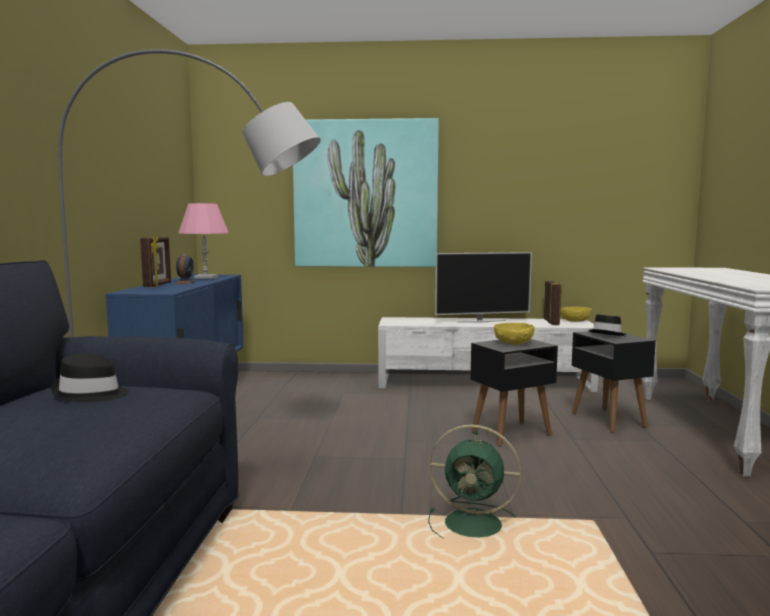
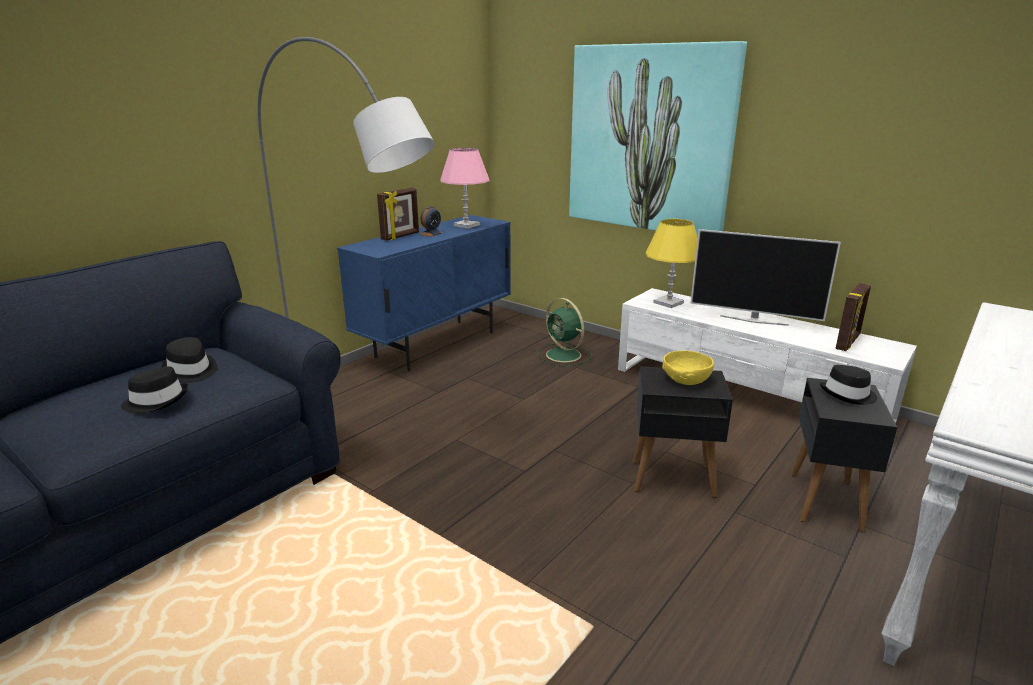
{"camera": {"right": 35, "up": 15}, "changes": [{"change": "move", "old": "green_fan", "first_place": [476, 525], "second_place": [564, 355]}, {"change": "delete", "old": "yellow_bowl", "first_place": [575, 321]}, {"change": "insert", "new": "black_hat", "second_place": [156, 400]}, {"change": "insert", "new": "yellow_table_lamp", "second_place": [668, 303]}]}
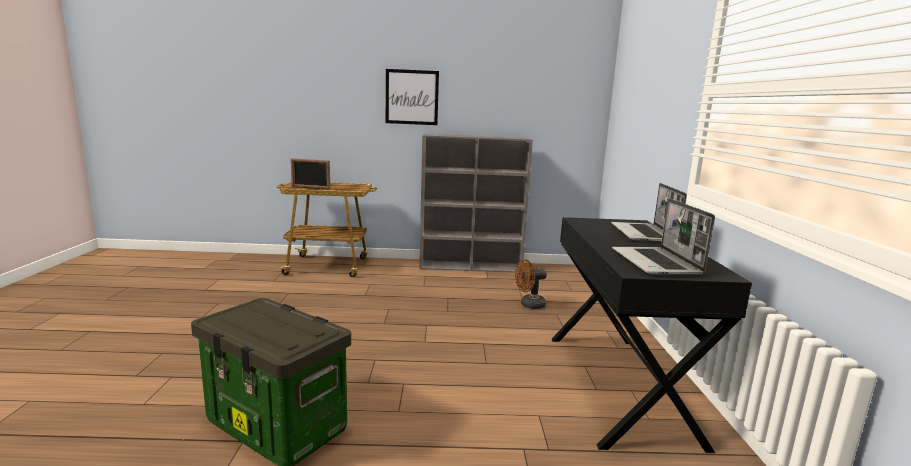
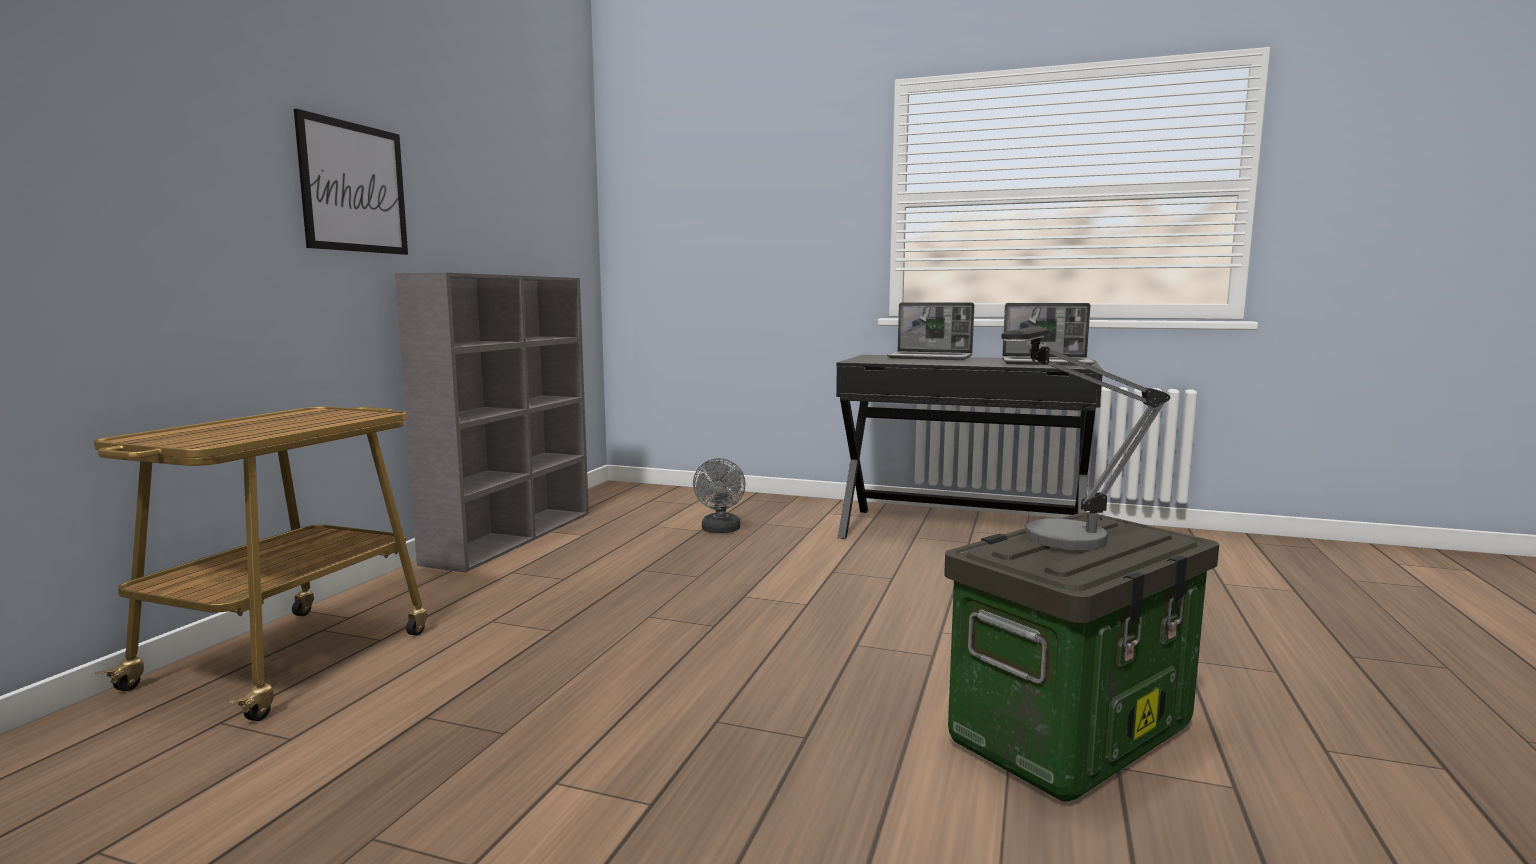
{"camera": {"right": -70, "up": -5}, "changes": [{"change": "delete", "old": "picture_frame", "first_place": [310, 188]}, {"change": "recolor", "old": "brown_fan", "new": "grey_fan", "first_place": [529, 305], "second_place": [720, 530]}, {"change": "insert", "new": "table_lamp", "second_place": [1056, 543]}]}
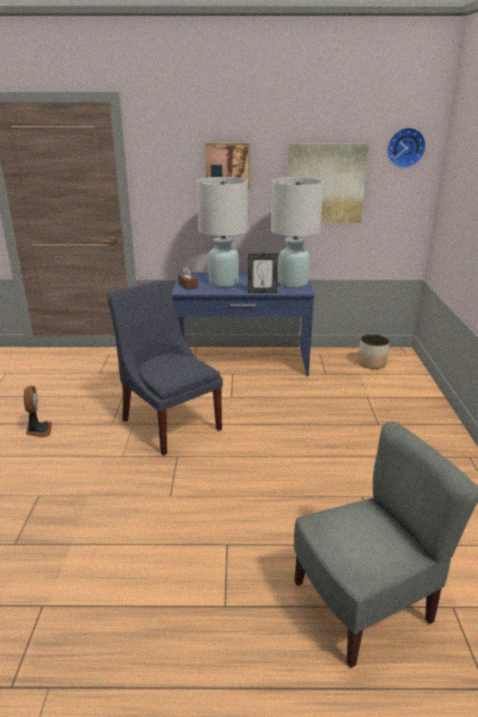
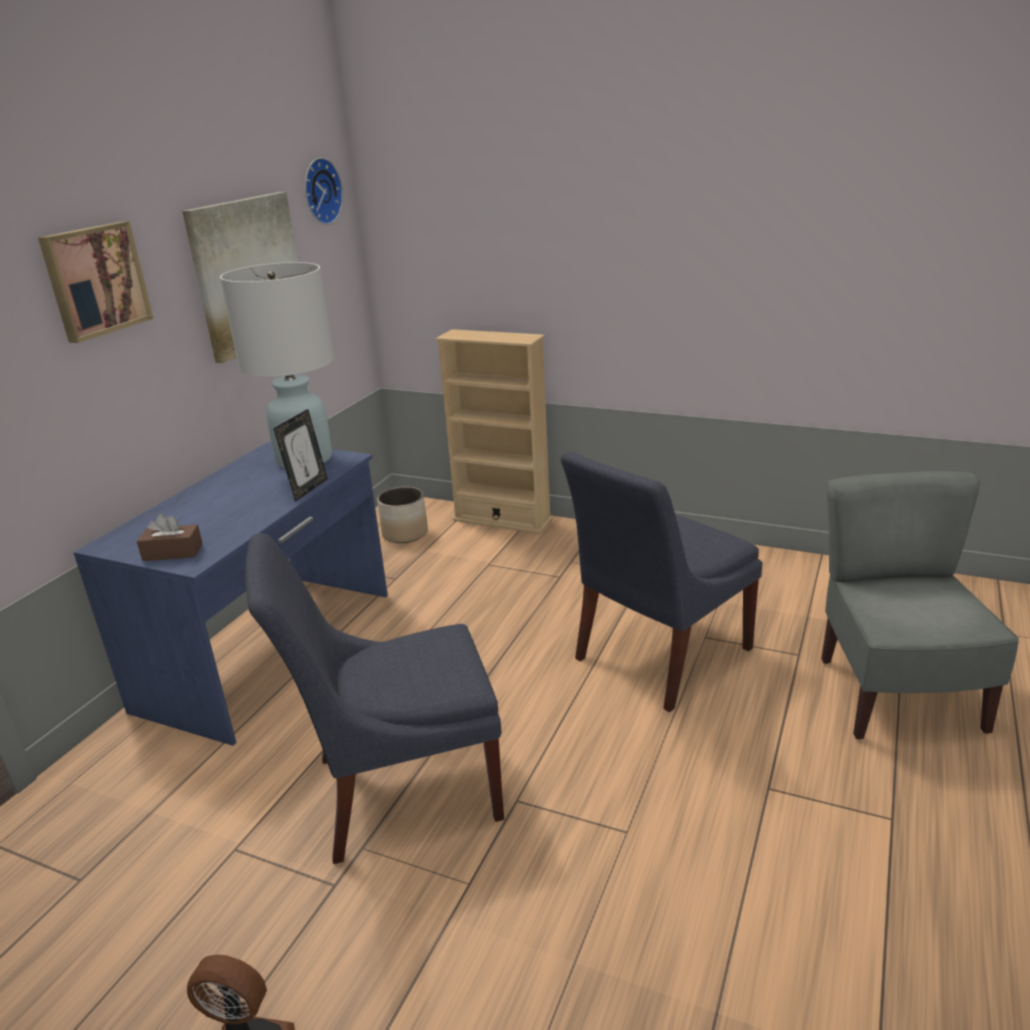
{"camera": {"right": -65, "up": 0}, "changes": [{"change": "delete", "old": "white_table_lamp", "first_place": [223, 282]}, {"change": "insert", "new": "beige_bookcase", "second_place": [502, 520]}, {"change": "insert", "new": "blue_chair", "second_place": [657, 657]}]}
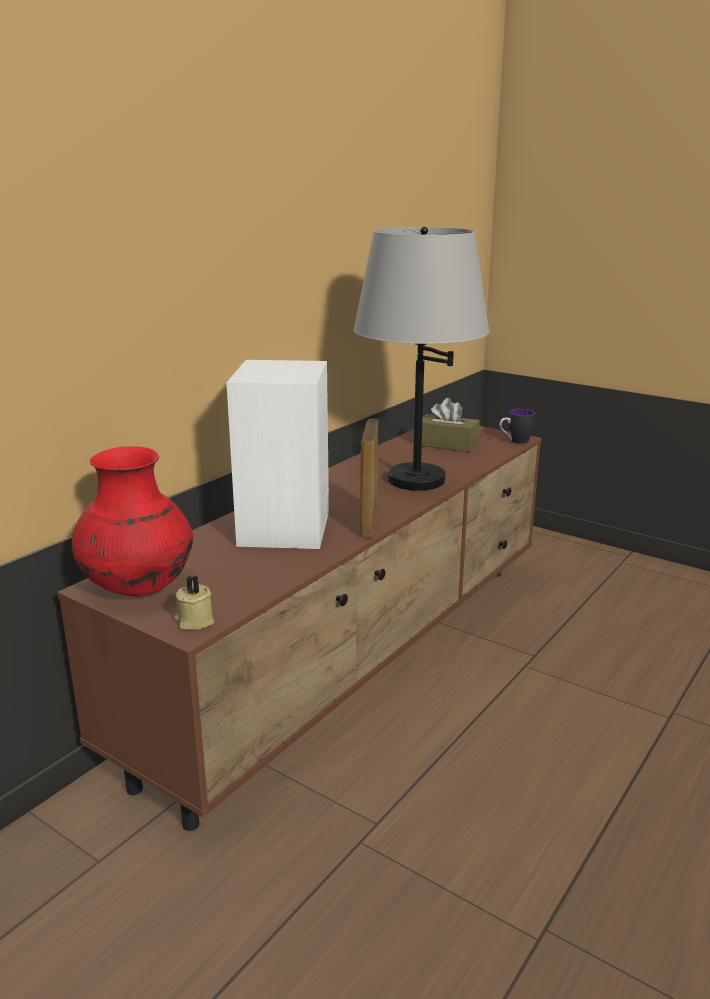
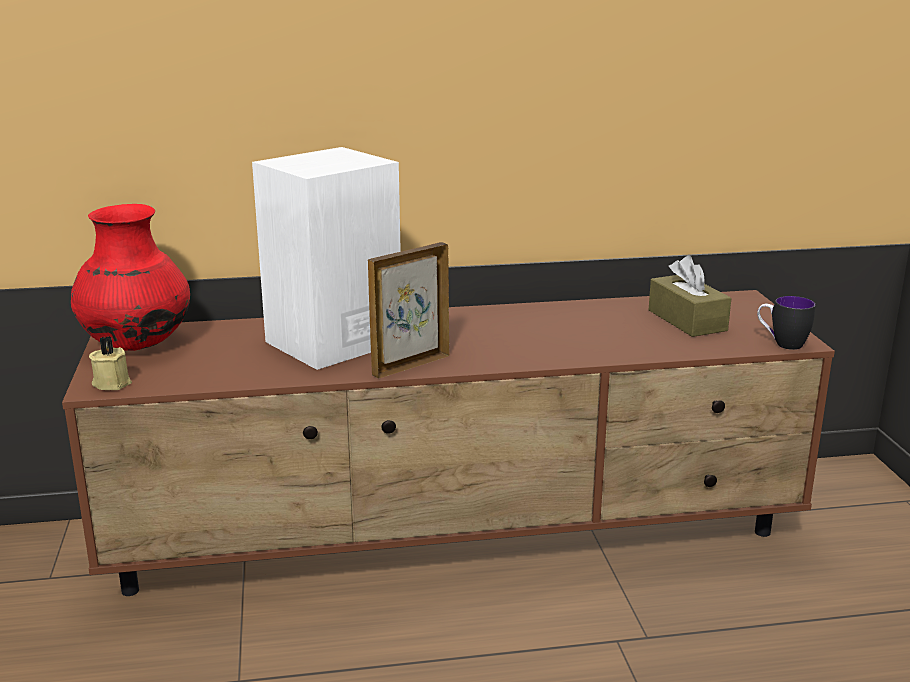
{"camera": {"right": 45, "up": 0}, "changes": [{"change": "delete", "old": "grey_table_lamp", "first_place": [415, 480]}]}
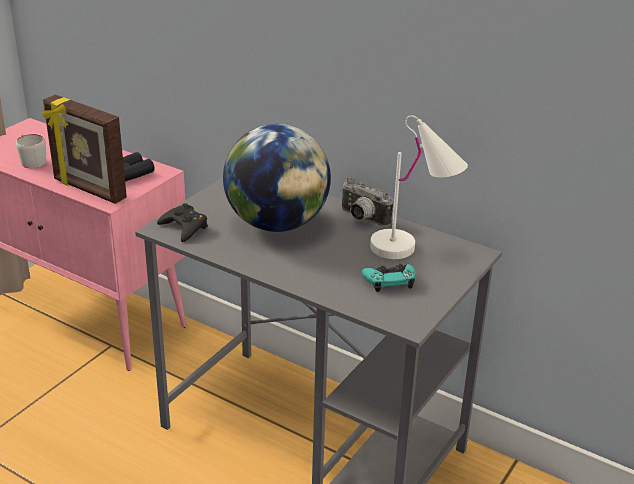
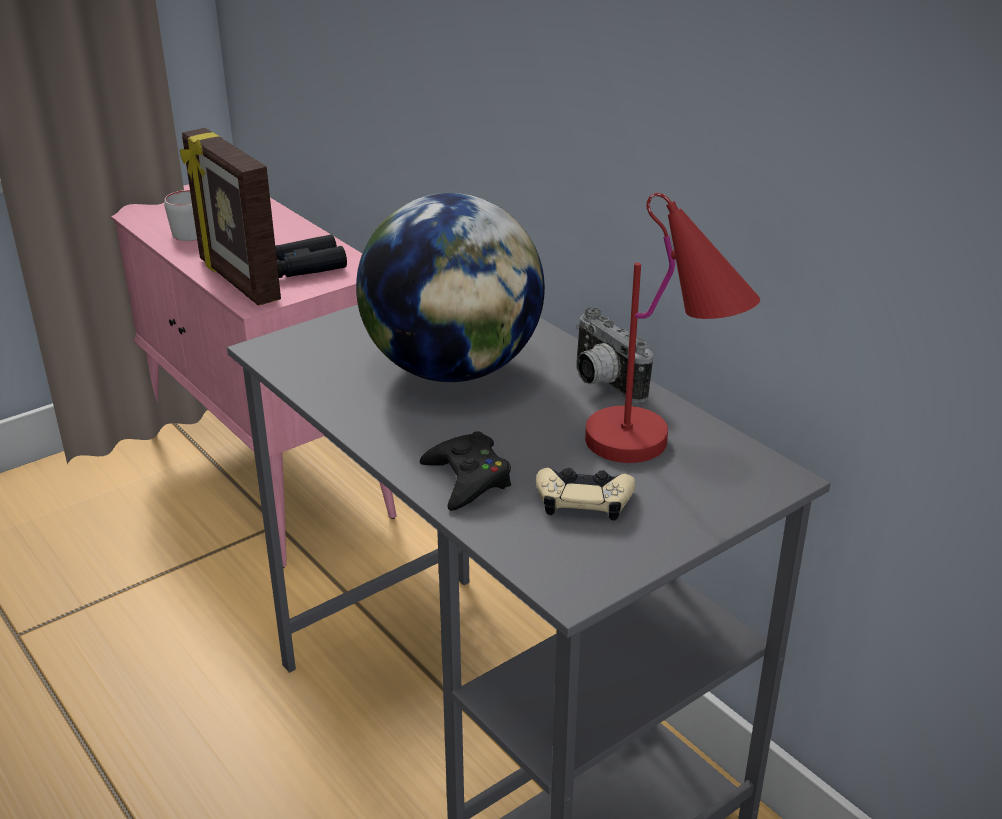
{"camera": {"right": 20, "up": 0}, "changes": [{"change": "move", "old": "black_game_controller", "first_place": [184, 227], "second_place": [467, 479]}, {"change": "recolor", "old": "turquoise_game_controller", "new": "beige_game_controller", "first_place": [389, 281], "second_place": [583, 499]}, {"change": "recolor", "old": "white_table_lamp", "new": "red_table_lamp", "first_place": [413, 250], "second_place": [660, 452]}]}
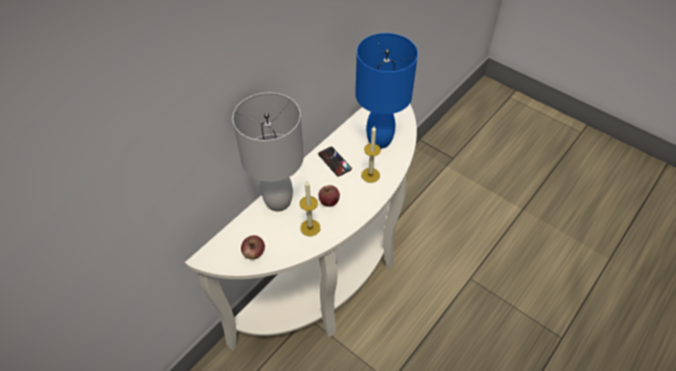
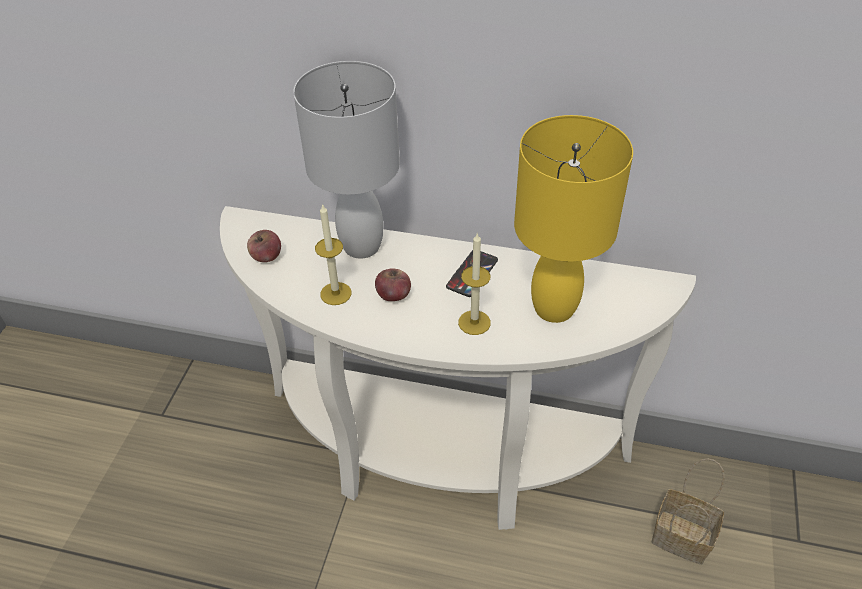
{"camera": {"right": 65, "up": -5}, "changes": [{"change": "recolor", "old": "blue_table_lamp", "new": "yellow_table_lamp", "first_place": [380, 139], "second_place": [556, 308]}, {"change": "insert", "new": "basket", "second_place": [684, 537]}]}
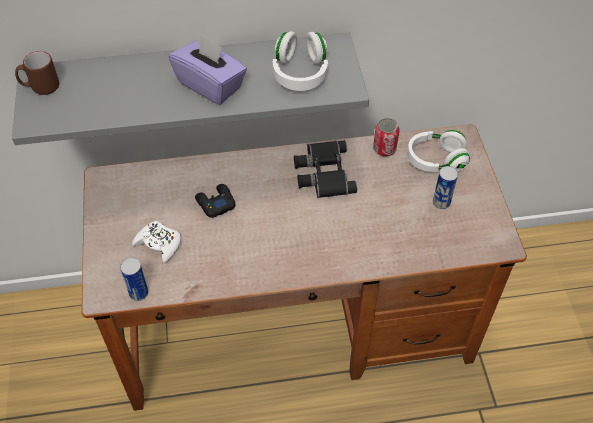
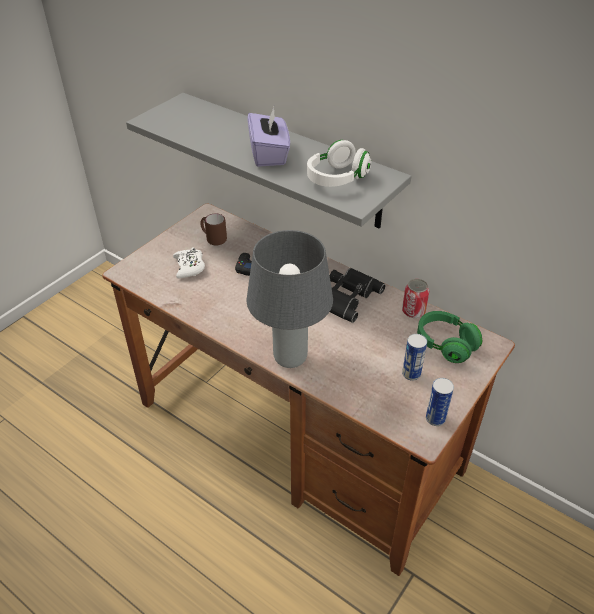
{"camera": {"right": 45, "up": -10}, "changes": [{"change": "move", "old": "brown_mug", "first_place": [40, 87], "second_place": [213, 239]}, {"change": "move", "old": "can", "first_place": [139, 293], "second_place": [435, 418]}, {"change": "recolor", "old": "white_headphones", "new": "green_headphones", "first_place": [435, 160], "second_place": [445, 344]}, {"change": "insert", "new": "grey_table_lamp", "second_place": [291, 359]}]}
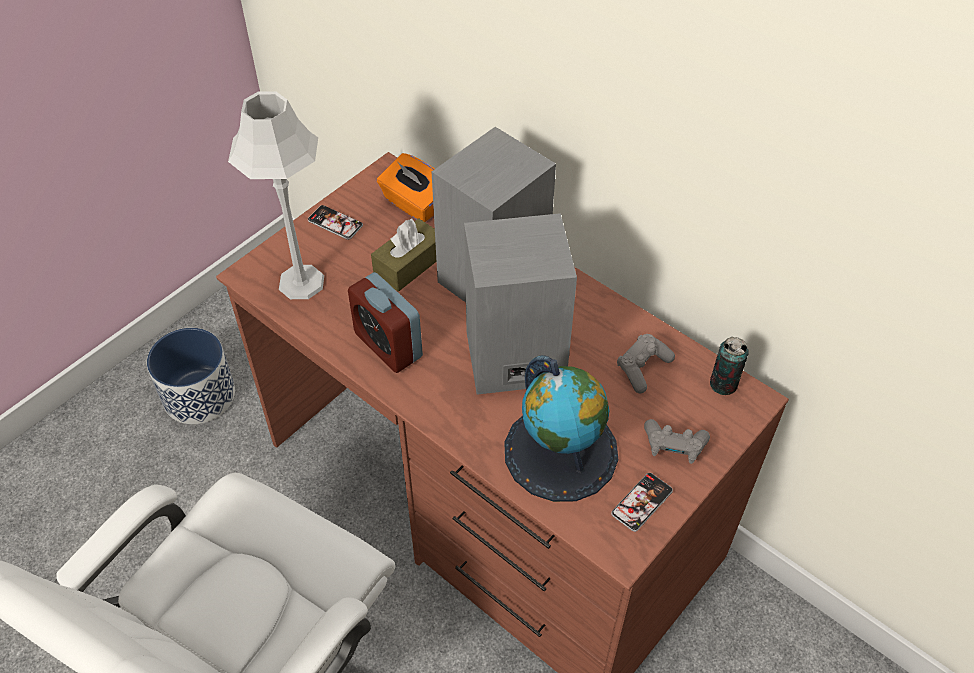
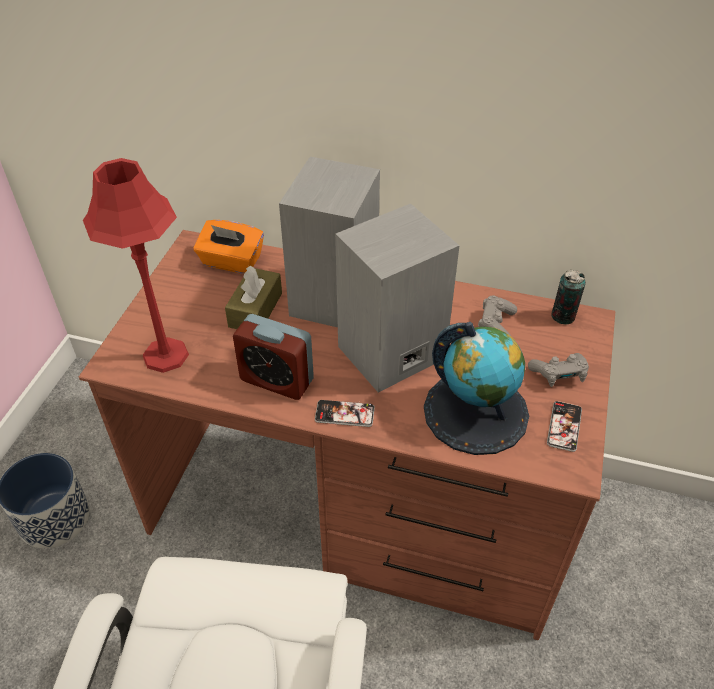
{"camera": {"right": -25, "up": -5}, "changes": [{"change": "recolor", "old": "grey_table_lamp", "new": "red_table_lamp", "first_place": [301, 282], "second_place": [165, 355]}, {"change": "move", "old": "phone", "first_place": [335, 223], "second_place": [344, 414]}]}
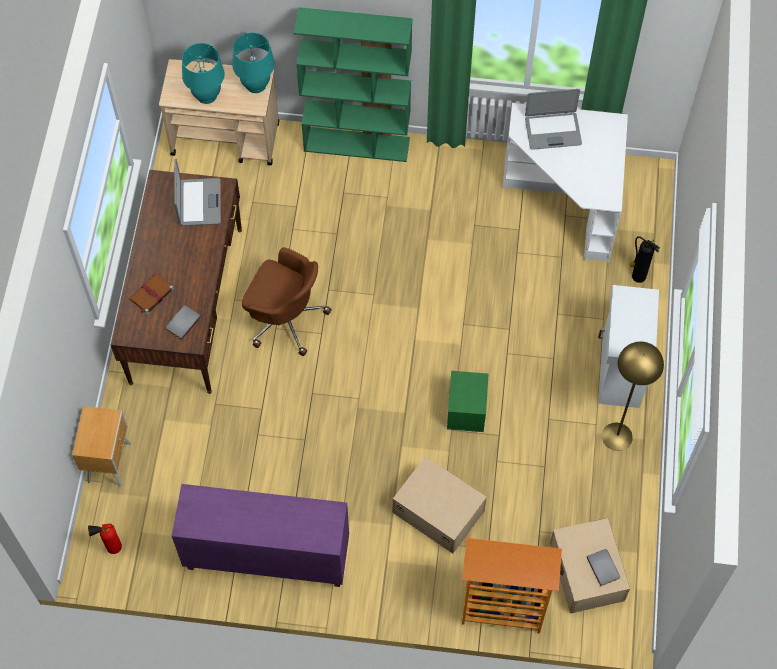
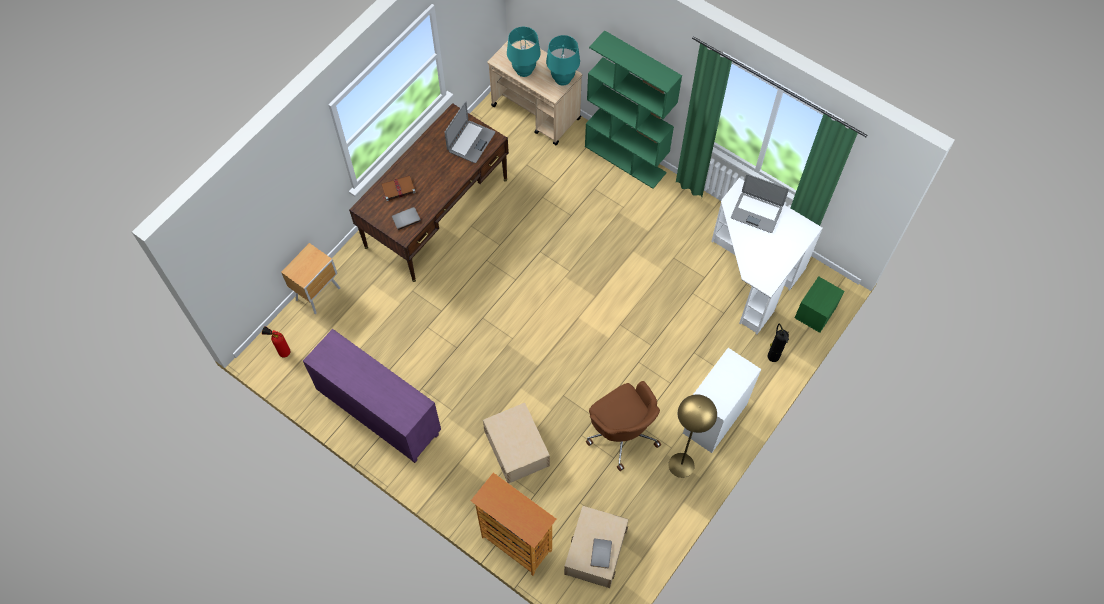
{"camera": {"right": 30, "up": 0}, "changes": [{"change": "move", "old": "brown_office_chair", "first_place": [285, 318], "second_place": [622, 432]}, {"change": "move", "old": "green_storage_box", "first_place": [467, 411], "second_place": [815, 313]}]}
